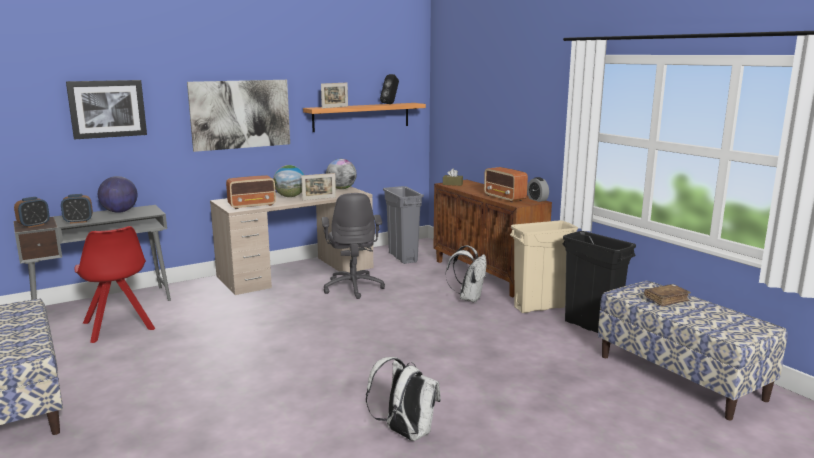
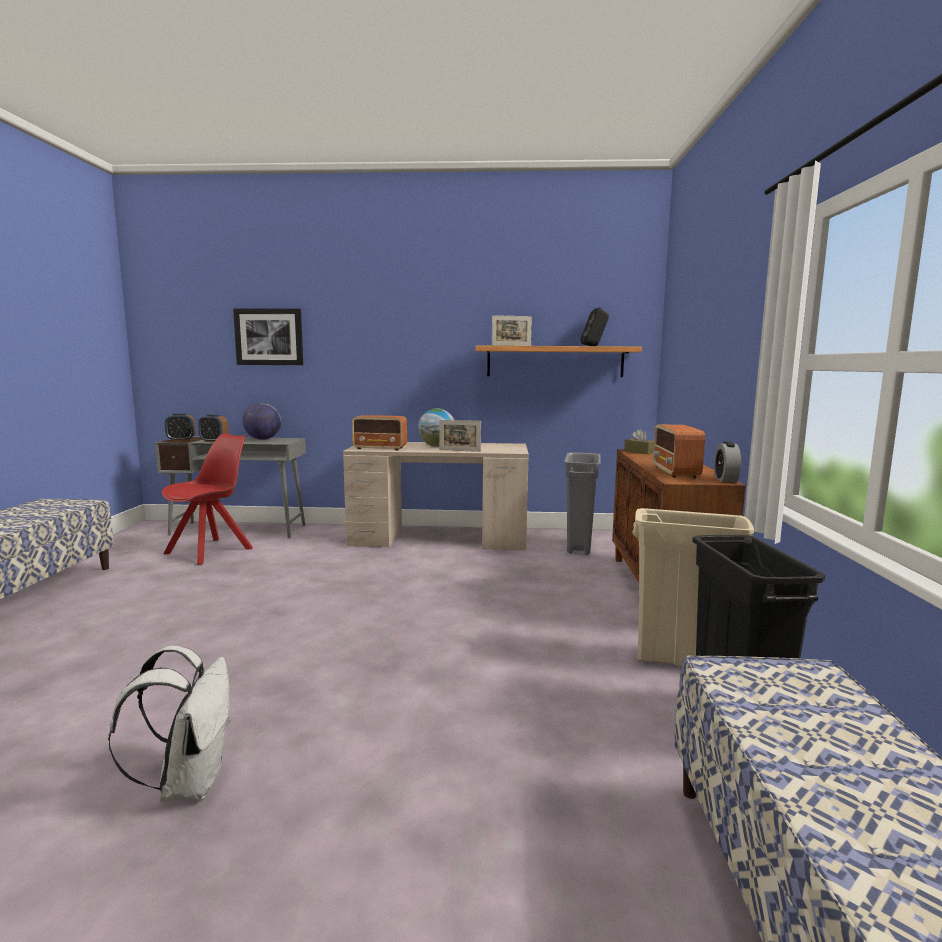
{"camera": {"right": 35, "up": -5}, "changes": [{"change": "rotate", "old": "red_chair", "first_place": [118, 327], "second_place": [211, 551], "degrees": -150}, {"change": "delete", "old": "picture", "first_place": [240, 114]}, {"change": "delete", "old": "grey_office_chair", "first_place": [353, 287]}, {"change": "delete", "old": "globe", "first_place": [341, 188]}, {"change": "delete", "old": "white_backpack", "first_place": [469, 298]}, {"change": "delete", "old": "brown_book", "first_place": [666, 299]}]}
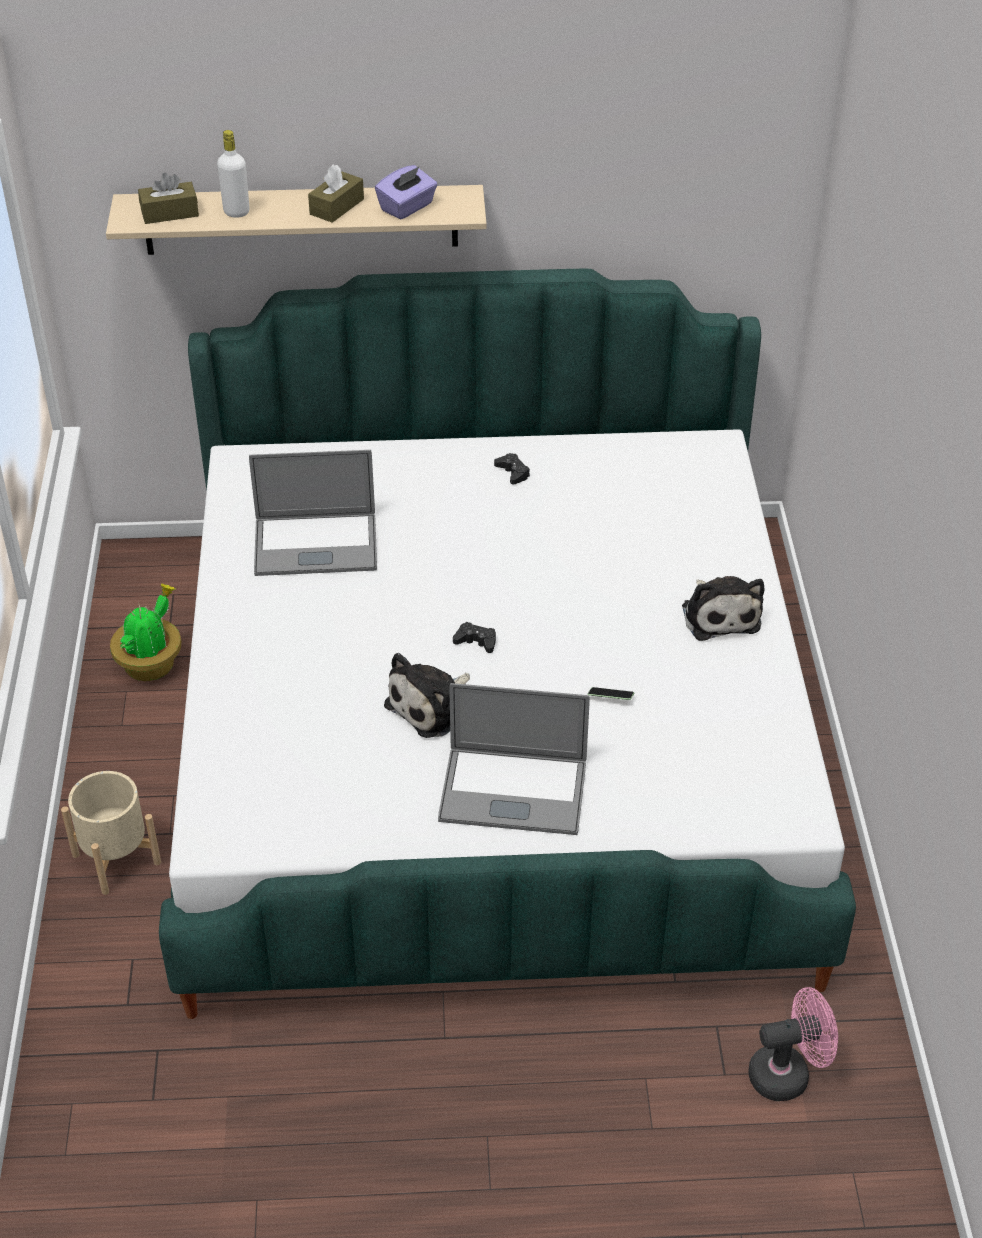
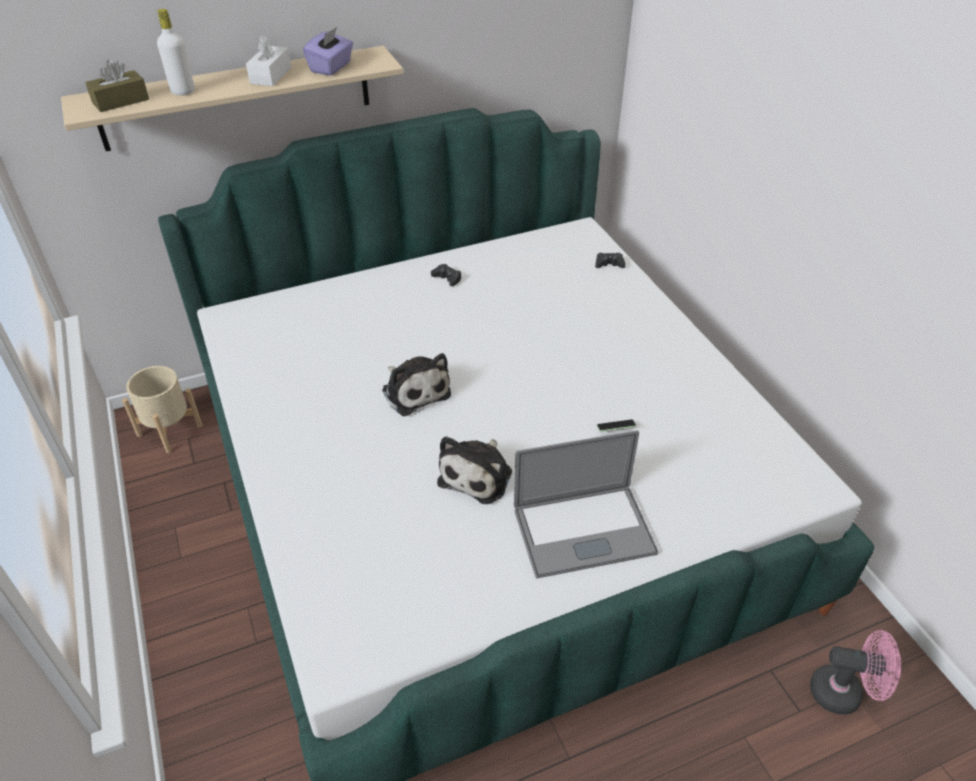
{"camera": {"right": -20, "up": 0}, "changes": [{"change": "move", "old": "beige_planter", "first_place": [116, 859], "second_place": [169, 430]}, {"change": "delete", "old": "potted_plant", "first_place": [151, 664]}, {"change": "delete", "old": "laptop", "first_place": [315, 545]}, {"change": "recolor", "old": "brown_tissue_box", "new": "white_tissue_box", "first_place": [337, 207], "second_place": [271, 75]}, {"change": "move", "old": "black_game_controller", "first_place": [476, 641], "second_place": [609, 264]}, {"change": "move", "old": "plush_toy", "first_place": [719, 615], "second_place": [415, 391]}, {"change": "rotate", "old": "pink_fan", "first_place": [788, 1073], "second_place": [844, 693], "degrees": 45}]}
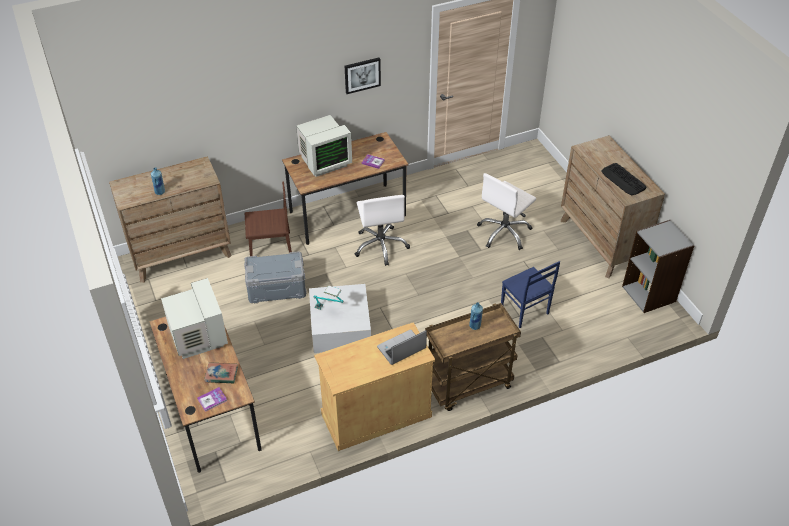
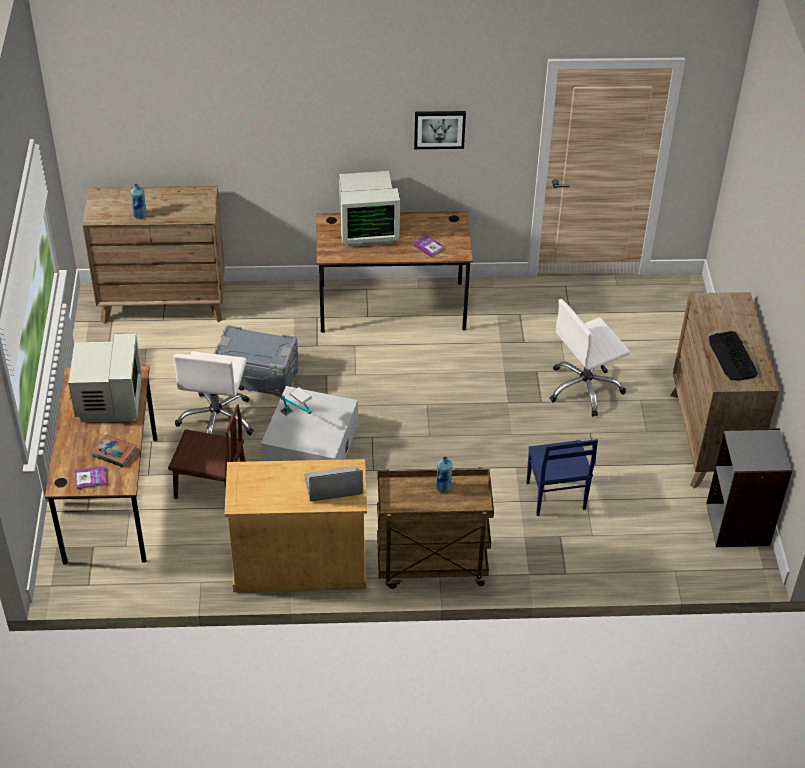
{"camera": {"right": 20, "up": 0}, "changes": [{"change": "move", "old": "brown_chair", "first_place": [270, 245], "second_place": [210, 485]}, {"change": "move", "old": "white_office_chair", "first_place": [381, 246], "second_place": [217, 420]}]}
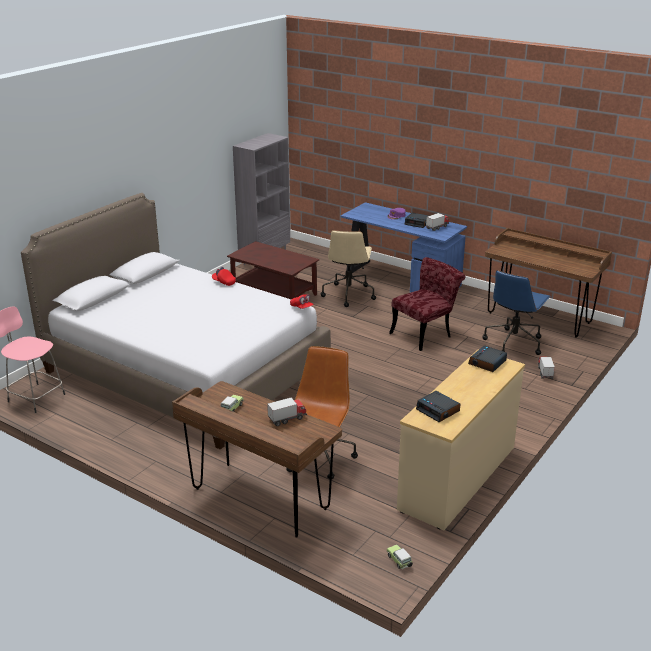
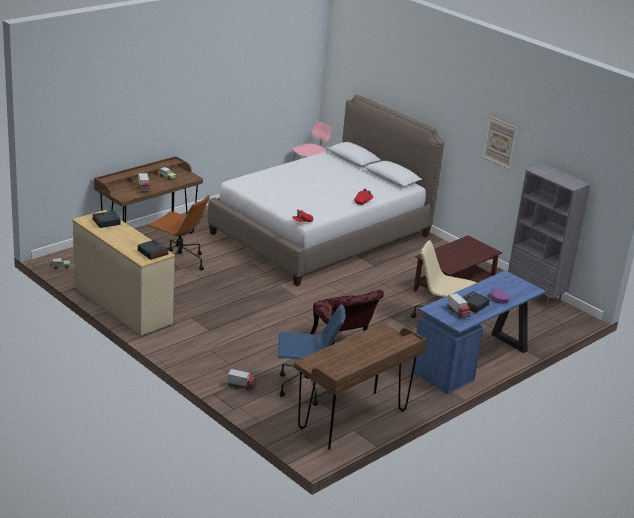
{"camera": {"right": 100, "up": 0}, "changes": [{"change": "rotate", "old": "blue_office_chair", "first_place": [514, 343], "second_place": [305, 387], "degrees": 135}, {"change": "insert", "new": "picture", "second_place": [500, 142]}]}
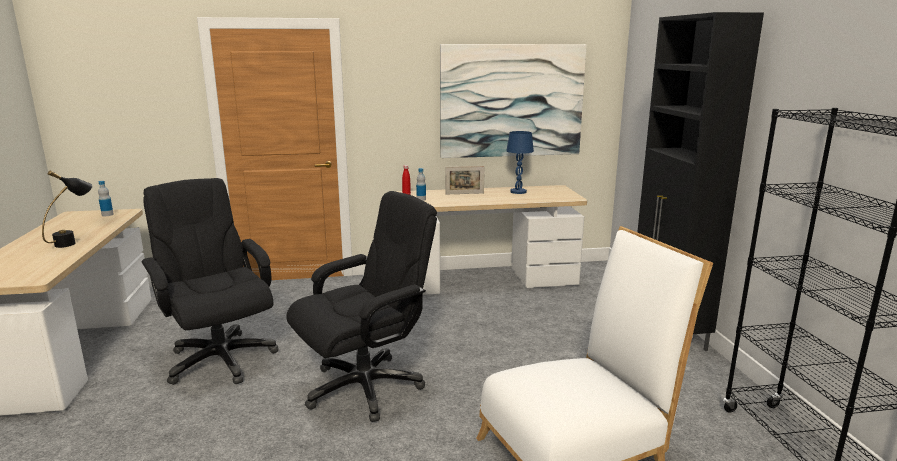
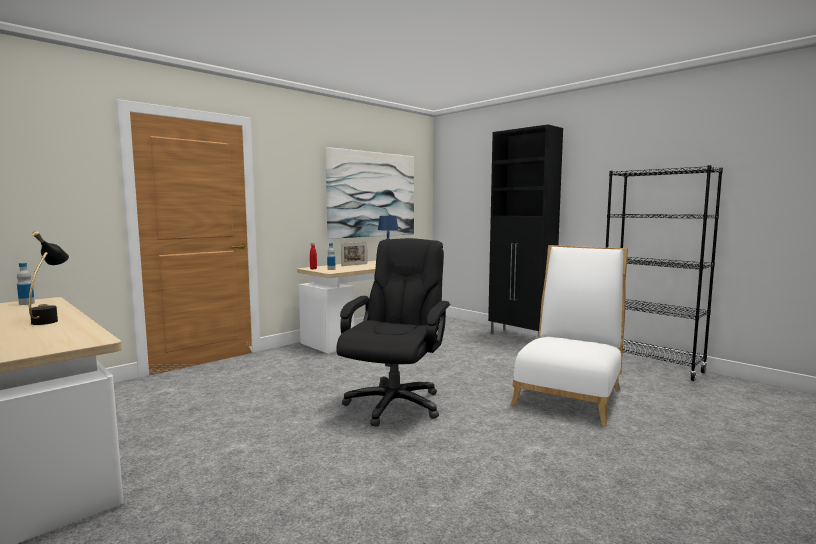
{"camera": {"right": -35, "up": -10}, "changes": [{"change": "delete", "old": "black_office_chair", "first_place": [220, 359]}]}
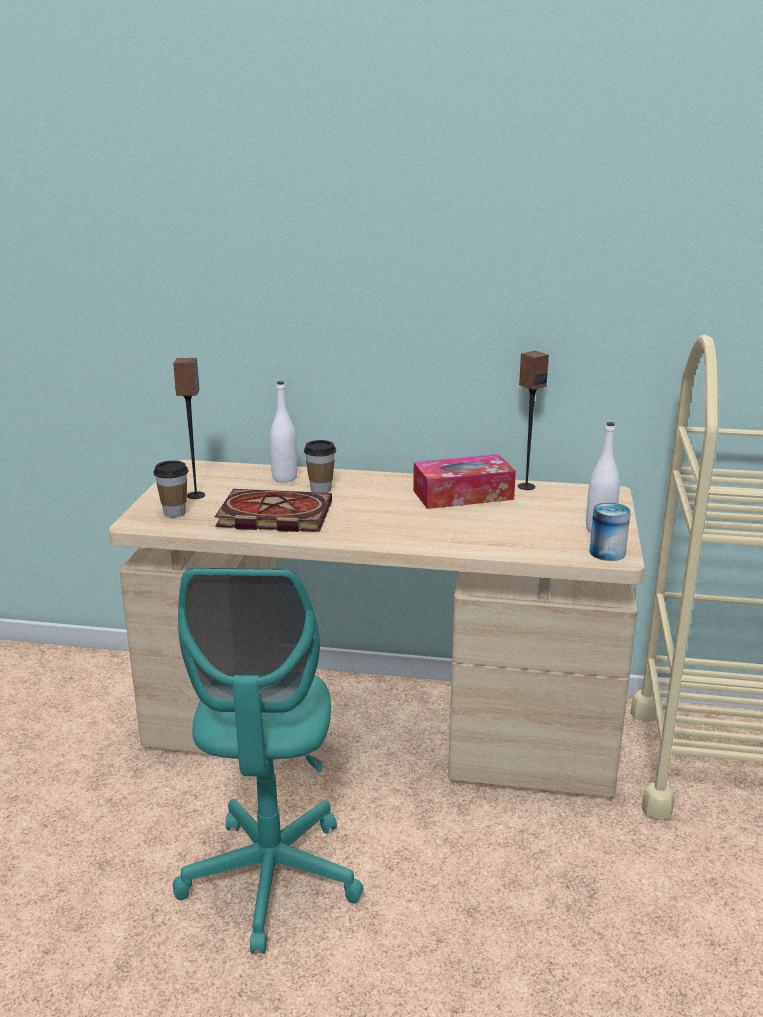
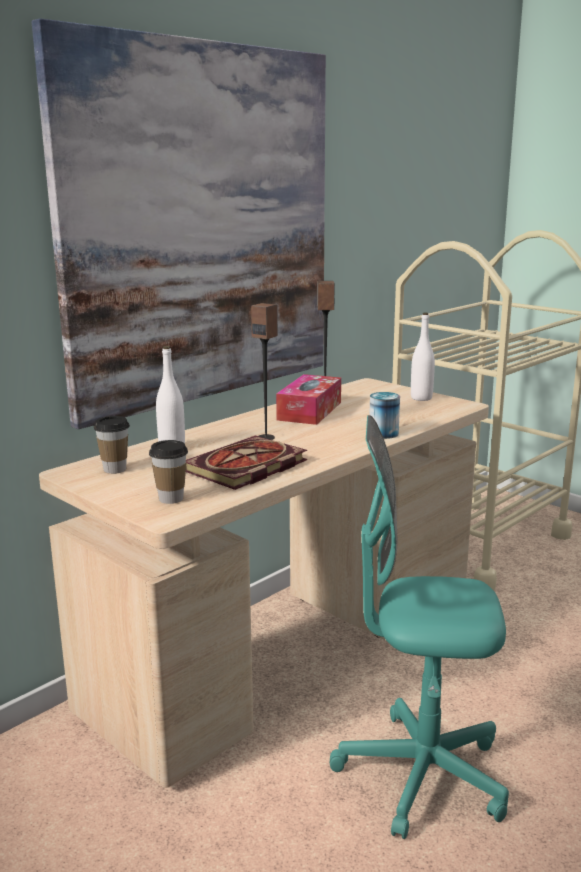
{"camera": {"right": -55, "up": -5}, "changes": [{"change": "move", "old": "speaker", "first_place": [196, 495], "second_place": [266, 437]}, {"change": "rotate", "old": "turquoise_office_chair", "first_place": [271, 878], "second_place": [421, 774], "degrees": 150}, {"change": "move", "old": "cup", "first_place": [321, 489], "second_place": [115, 469]}, {"change": "move", "old": "can", "first_place": [607, 552], "second_place": [383, 433]}, {"change": "insert", "new": "picture", "second_place": [202, 227]}]}
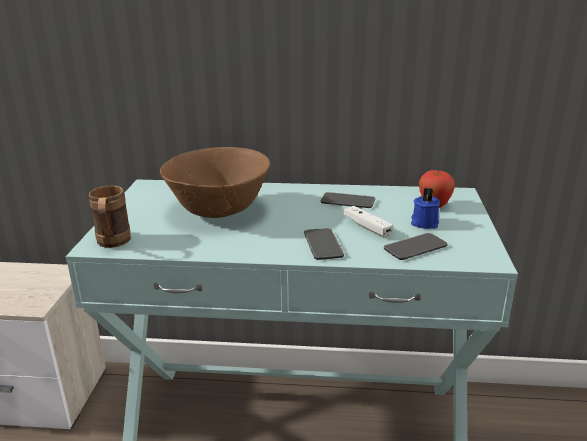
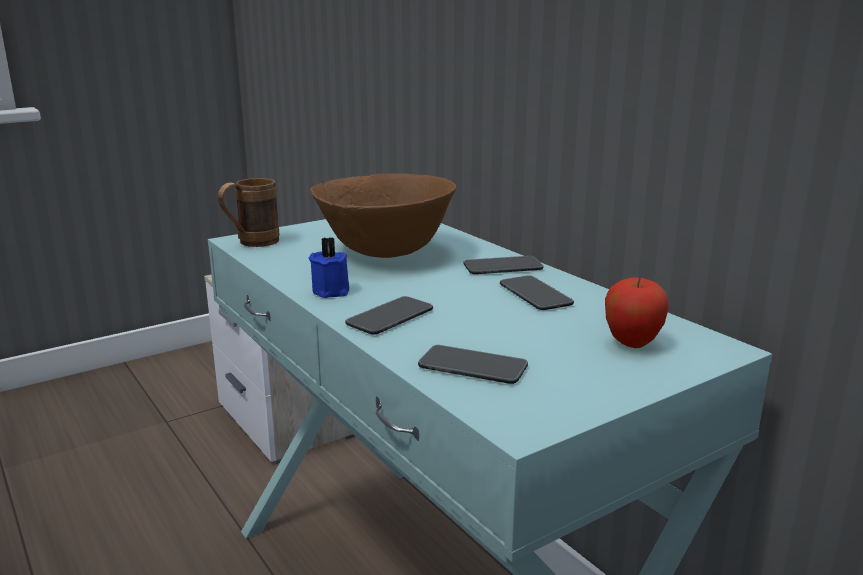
{"camera": {"right": 50, "up": -5}, "changes": [{"change": "delete", "old": "white_game_controller", "first_place": [367, 227]}, {"change": "move", "old": "blue_candle", "first_place": [424, 223], "second_place": [332, 290]}, {"change": "insert", "new": "phone", "second_place": [503, 267]}]}
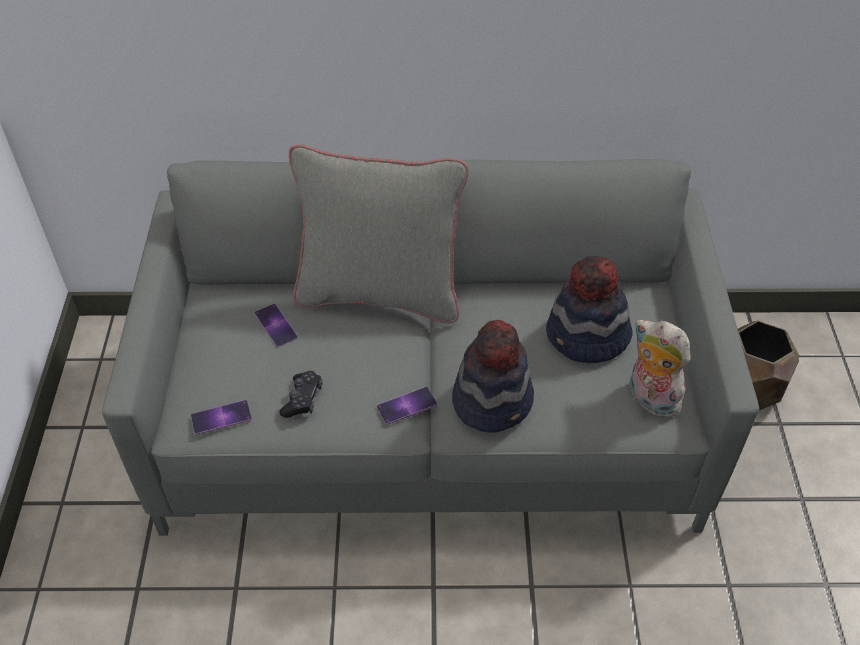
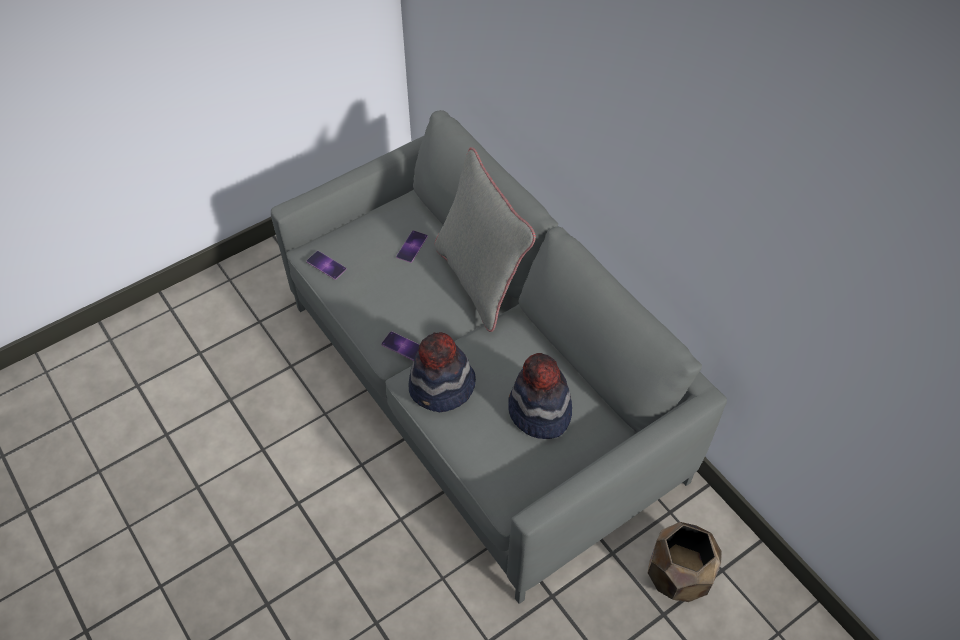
{"camera": {"right": 55, "up": 5}, "changes": [{"change": "delete", "old": "black_game_controller", "first_place": [302, 399]}, {"change": "delete", "old": "plush_toy", "first_place": [649, 399]}]}
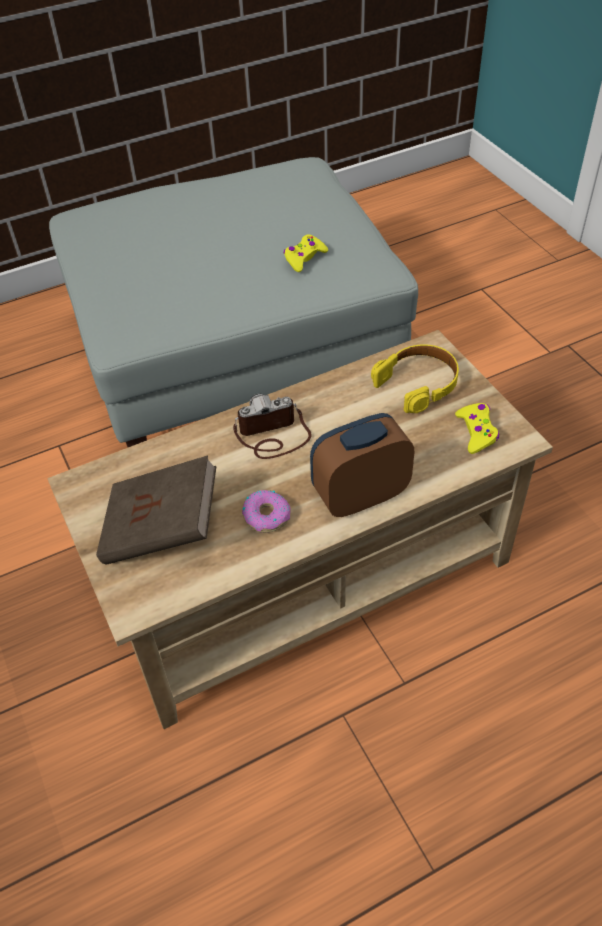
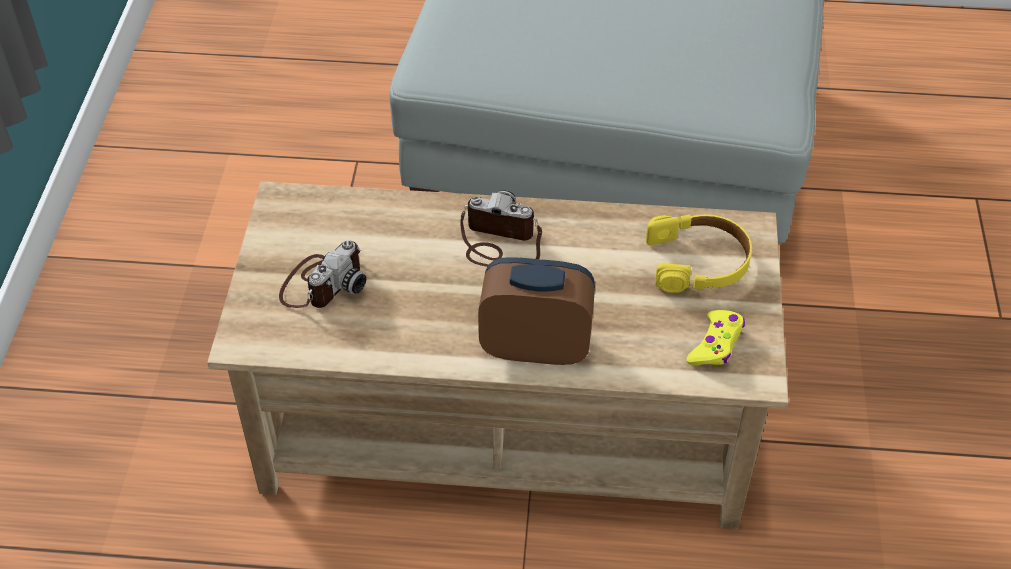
{"camera": {"right": 30, "up": 0}, "changes": [{"change": "replace", "old": "brown_book", "new": "photo_camera", "first_place": [162, 530], "second_place": [322, 283]}, {"change": "delete", "old": "donut", "first_place": [266, 515]}, {"change": "delete", "old": "yellow_game_controller", "first_place": [304, 258]}]}
